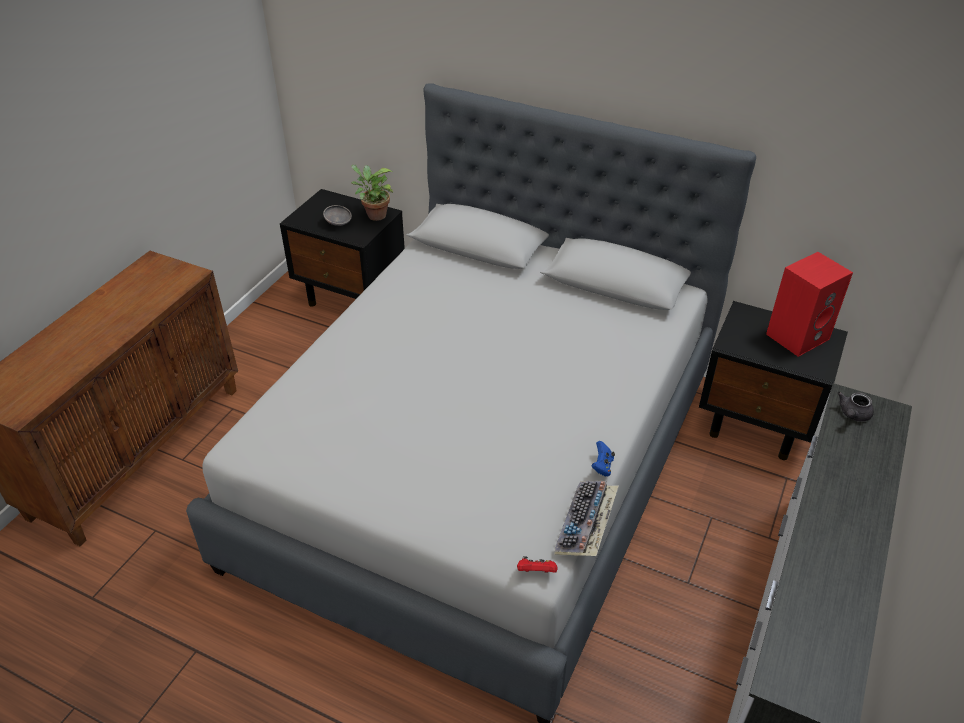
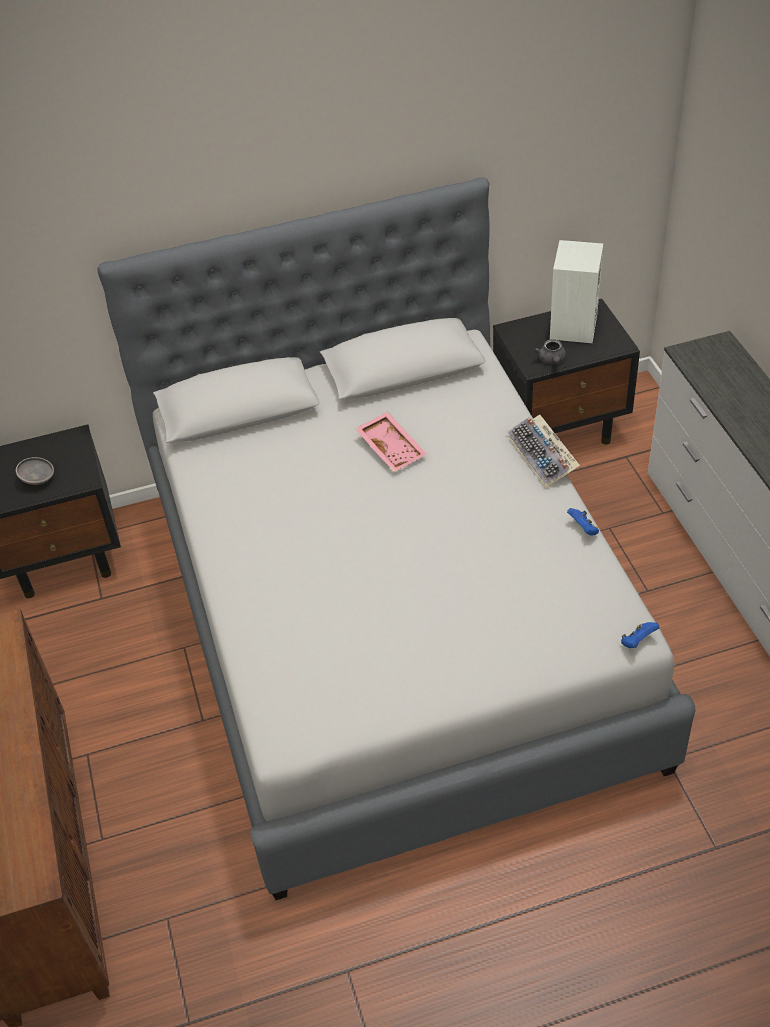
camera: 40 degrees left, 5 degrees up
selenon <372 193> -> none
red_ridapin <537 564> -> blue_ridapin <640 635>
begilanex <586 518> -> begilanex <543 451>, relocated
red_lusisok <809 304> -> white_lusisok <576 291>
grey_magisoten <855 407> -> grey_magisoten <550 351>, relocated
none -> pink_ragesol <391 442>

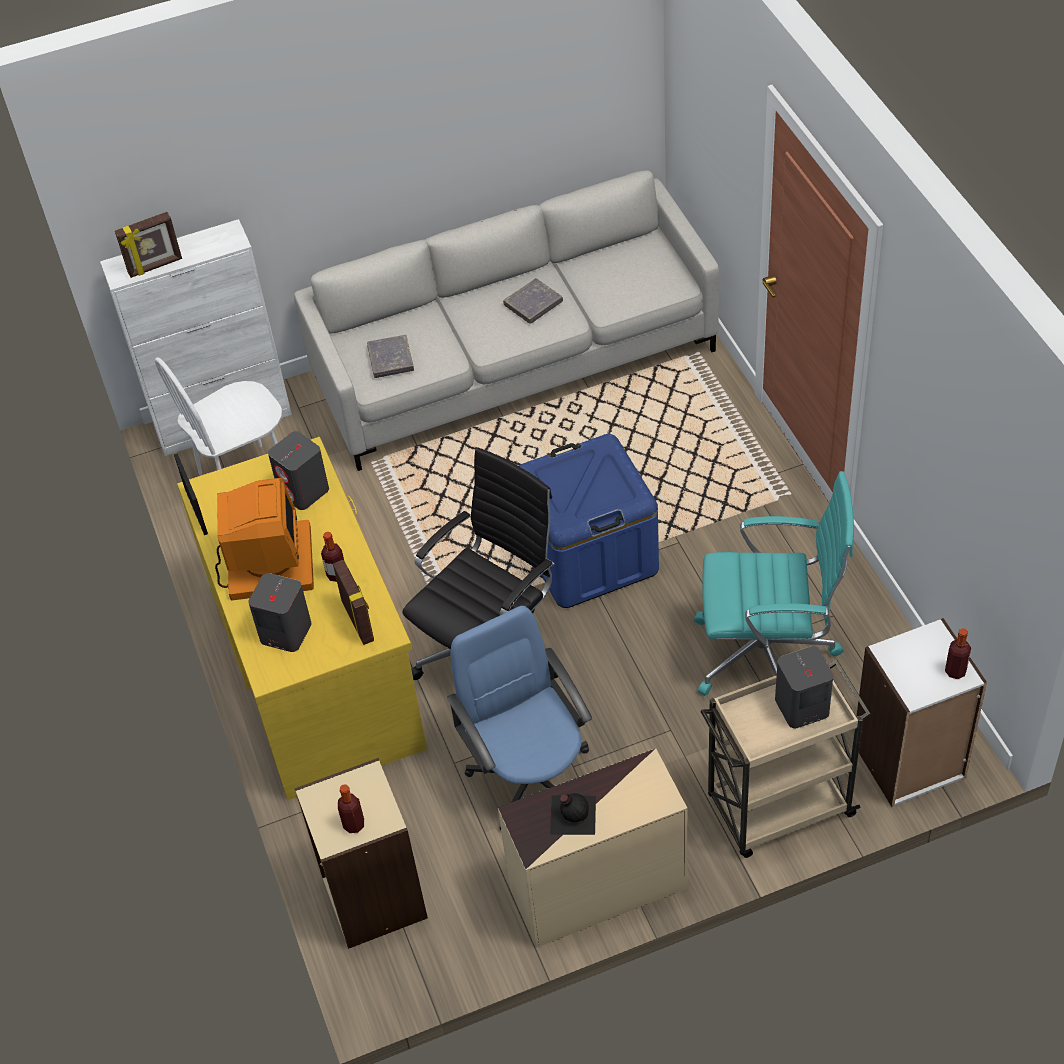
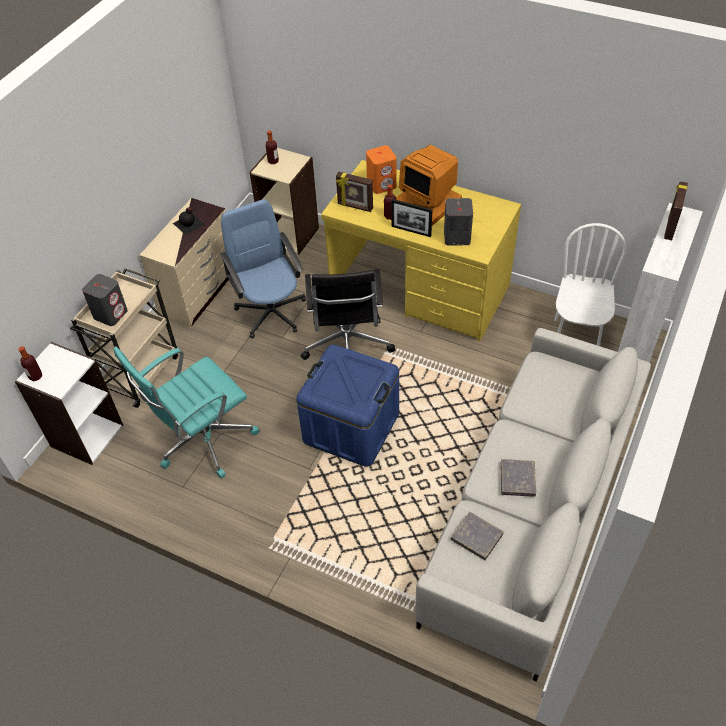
camera: 135 degrees right, 0 degrees up
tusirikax <191 494> -> tusirikax <412 218>, relocated
grey_lusisok <279 612> -> orange_lusisok <381 169>
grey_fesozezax <390 356> -> grey_fesozezax <477 536>, relocated
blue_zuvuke <519 718> -> blue_zuvuke <263 268>, 135 degrees counterclockwise

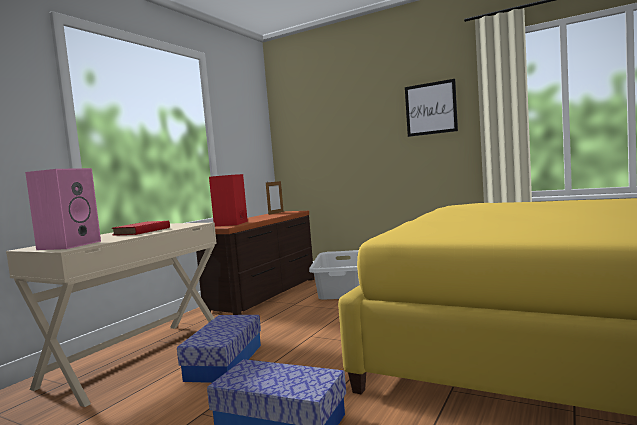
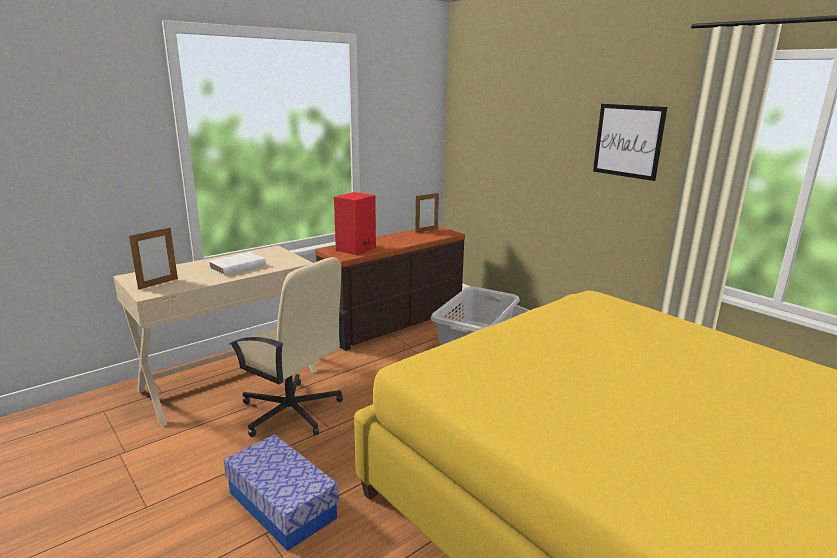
camera: 20 degrees right, 15 degrees up
pink_lusisok <63 209> -> tusirikax <153 258>
red_fesozezax <141 228> -> white_fesozezax <237 263>
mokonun <219 349> -> beige_zuvuke <288 347>

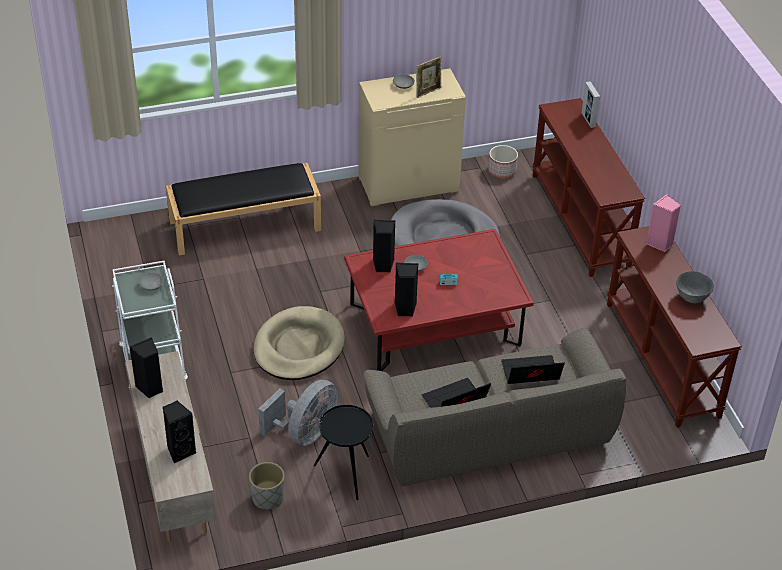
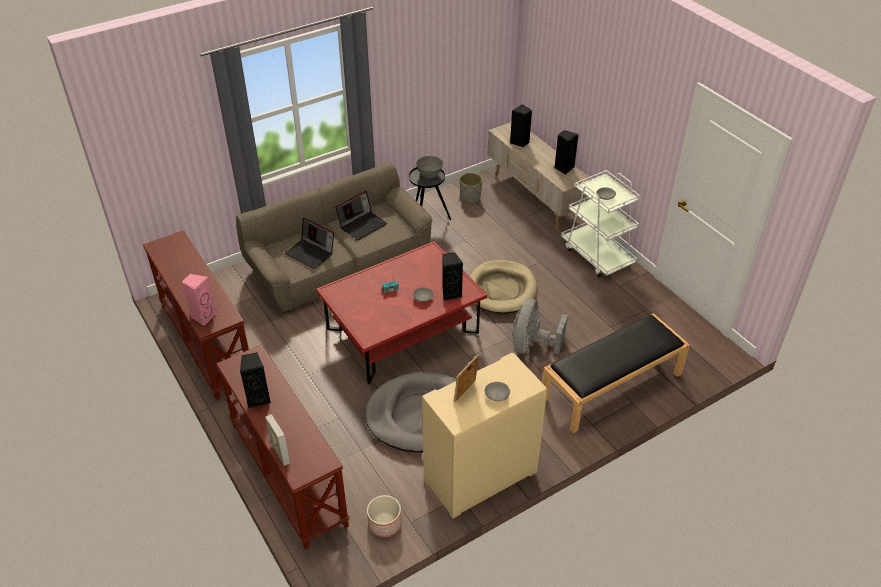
camera: 165 degrees right, 0 degrees up
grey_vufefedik <298 413> -> grey_vufefedik <540 326>, relocated
black_lusisok <406 289> -> black_lusisok <255 380>, relocated
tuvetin <533 369> -> tuvetin <309 243>, 60 degrees clockwise
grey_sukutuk <695 287> -> grey_sukutuk <429 167>, relocated

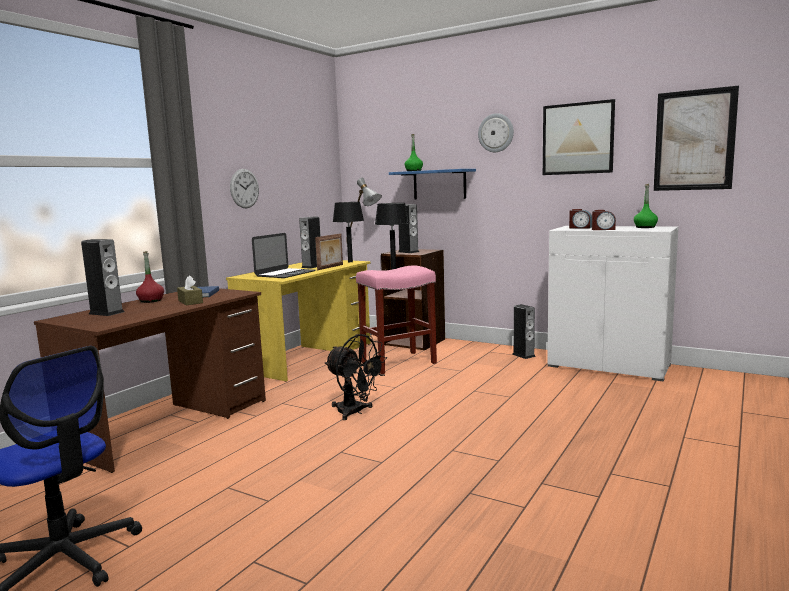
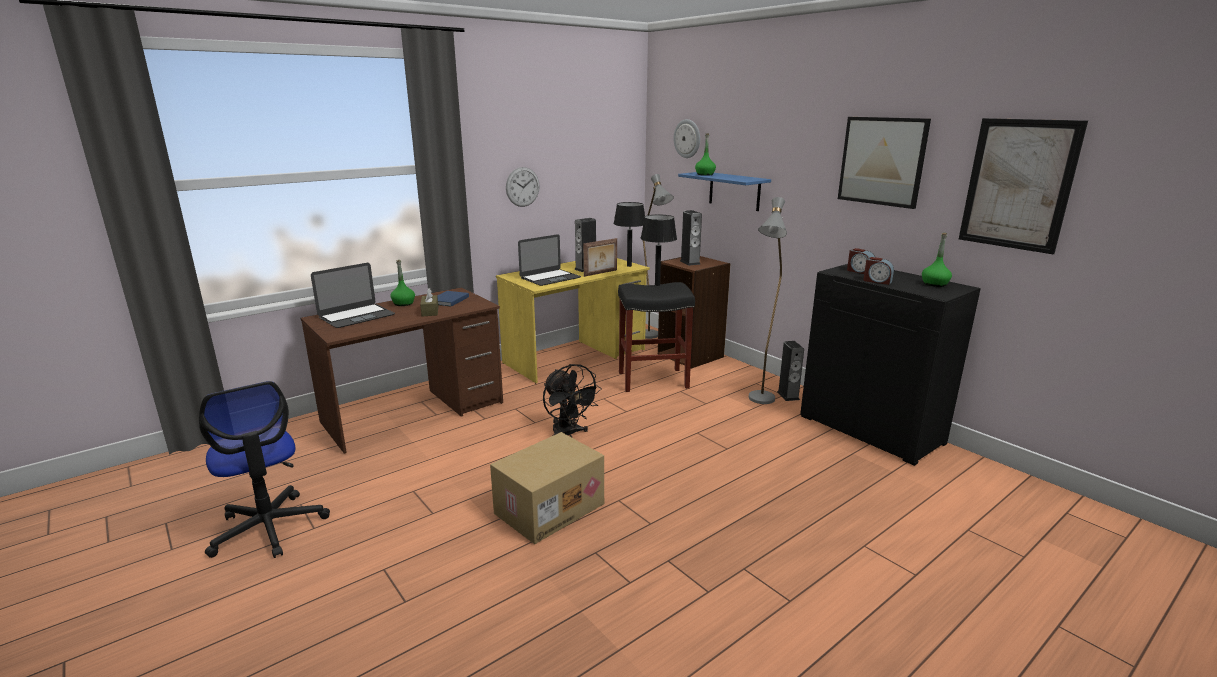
camera: 20 degrees right, 10 degrees up
lusisok <103 277> -> tuvetin <353 295>
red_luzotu <150 277> -> green_luzotu <402 283>
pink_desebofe <396 320> -> black_desebofe <656 337>
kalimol <496 132> -> kalimol <687 138>, relocated
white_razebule <612 304> -> black_razebule <890 365>
none -> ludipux <547 488>
none -> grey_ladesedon <768 300>

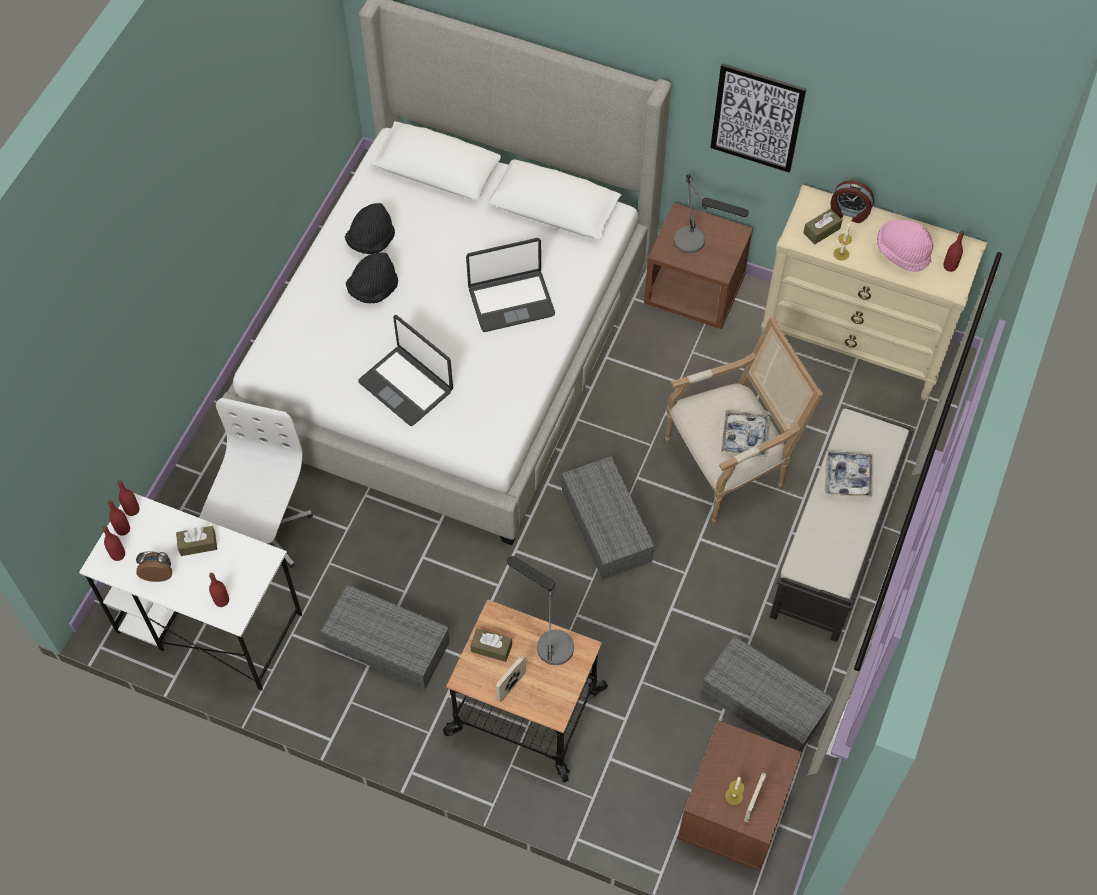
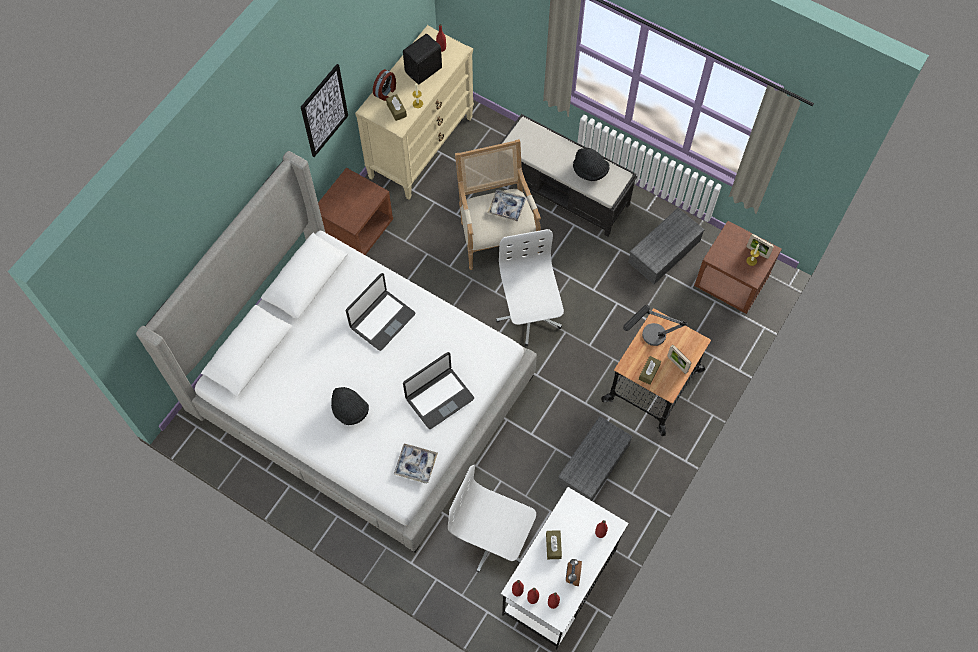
camera: 80 degrees left, 5 degrees up
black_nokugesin <370 228> -> black_nokugesin <591 164>, relocated
tuvetin <510 285> -> tuvetin <380 312>, 45 degrees clockwise
grey_mokonun <608 518> -> white_zuvuke <530 287>
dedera <711 213> -> none
ragesol <848 474> -> ragesol <416 463>, relocated
pink_nokugesin <905 246> -> black_lusisok <422 59>

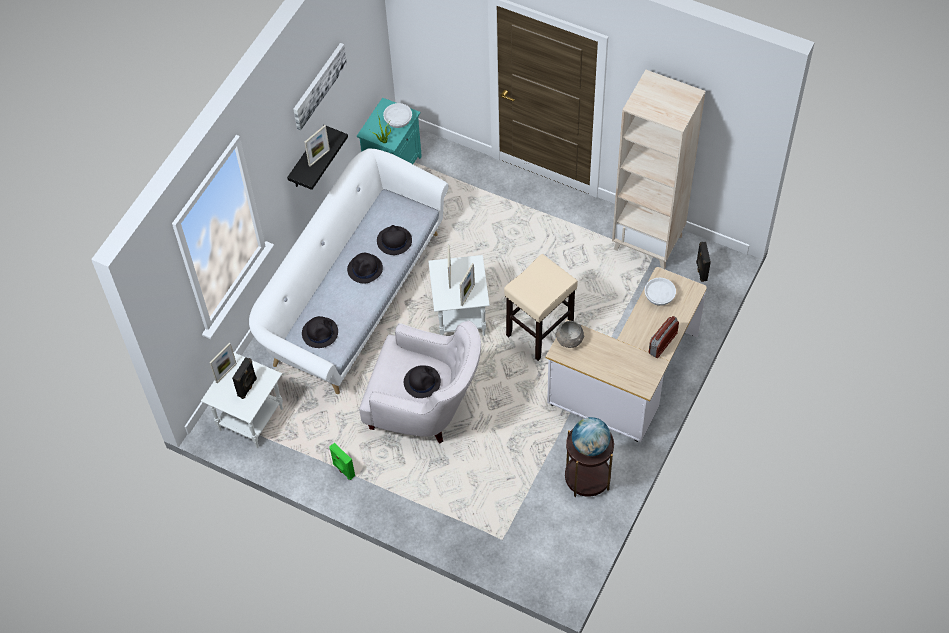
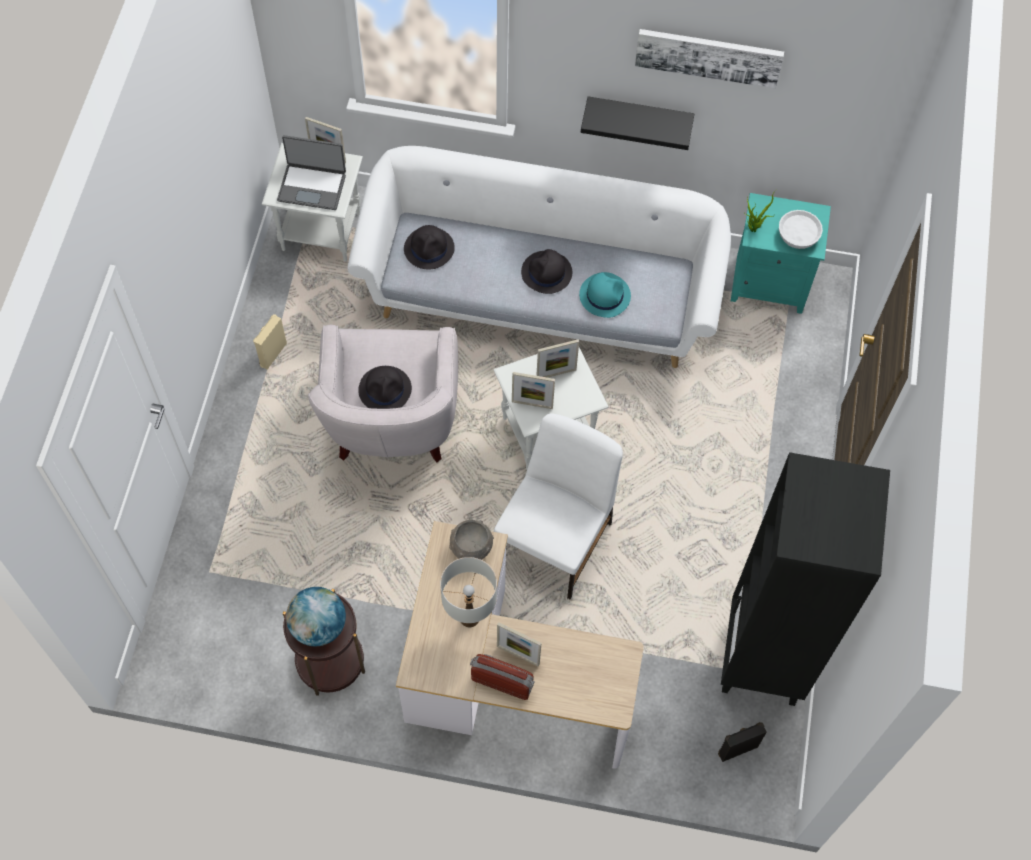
camera: 70 degrees right, 5 degrees up
black_lusisok <244 378> -> tuvetin <311 172>
tusirikax <317 146> -> tusirikax <519 644>, relocated
green_lusisok <342 461> -> beige_lusisok <270 342>
black_nokugesin <394 240> -> turquoise_nokugesin <605 295>
beige_desebofe <541 307> -> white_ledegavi <558 506>
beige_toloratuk <658 169> -> black_toloratuk <805 579>
white_sukutuk <660 292> -> none
none -> white_dedera <468 592>

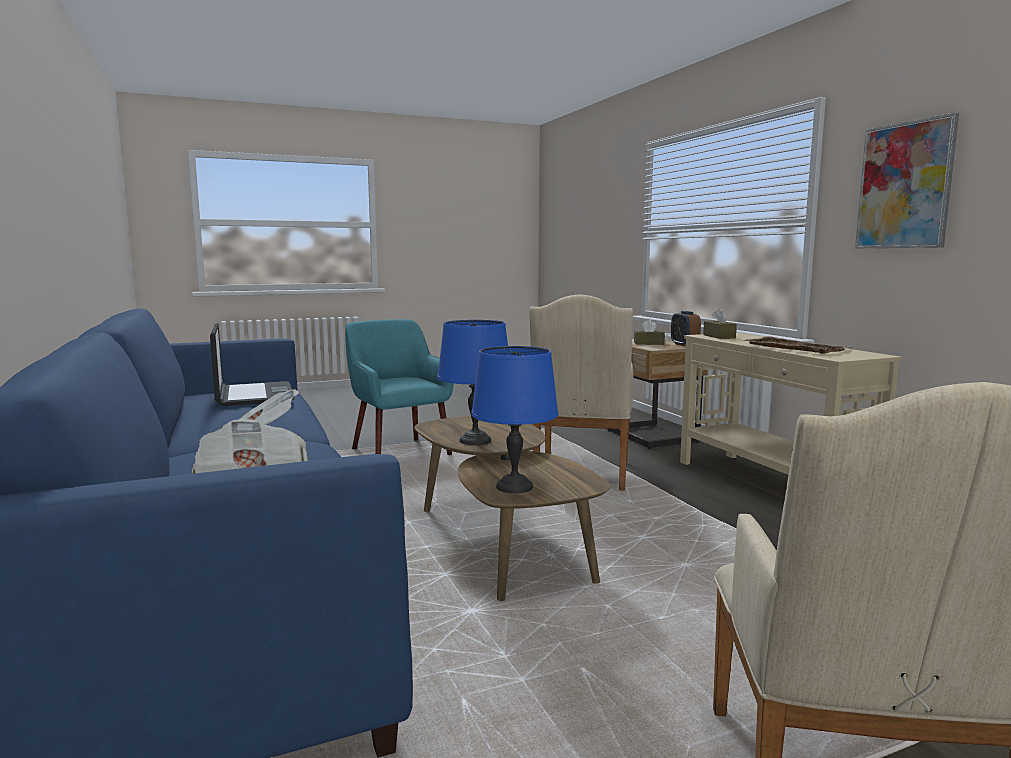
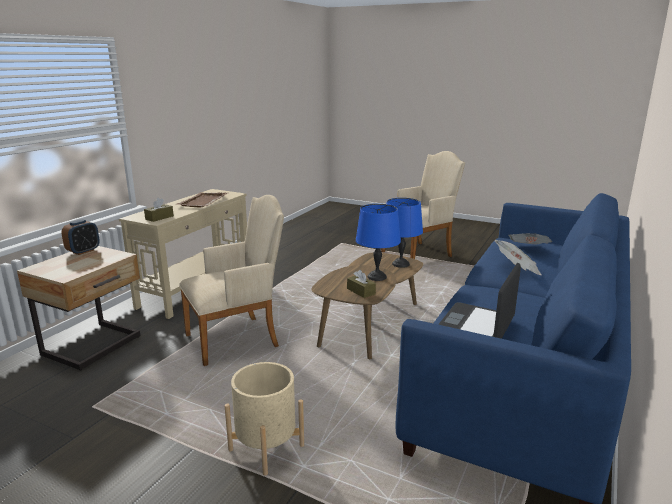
camera: 130 degrees left, 10 degrees up
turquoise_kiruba <399 387> -> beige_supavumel <264 419>
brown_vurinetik <649 332> -> brown_vurinetik <361 284>, relocated
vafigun <907 180> -> none

